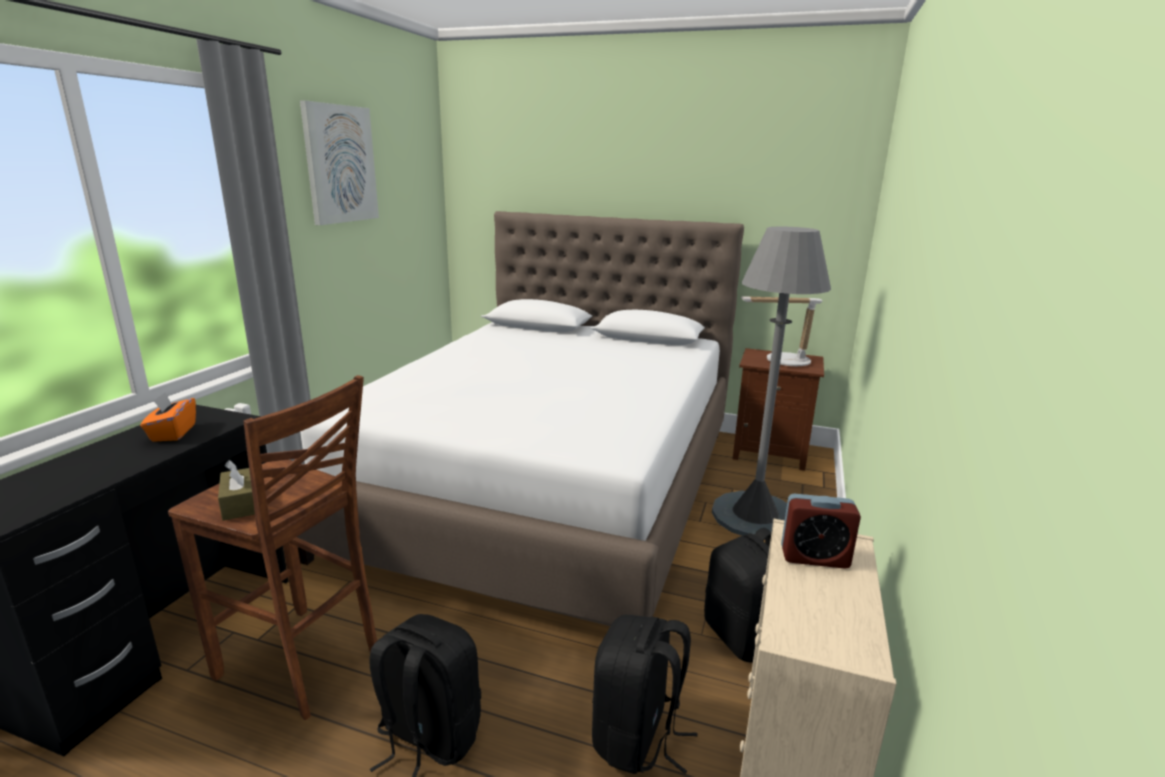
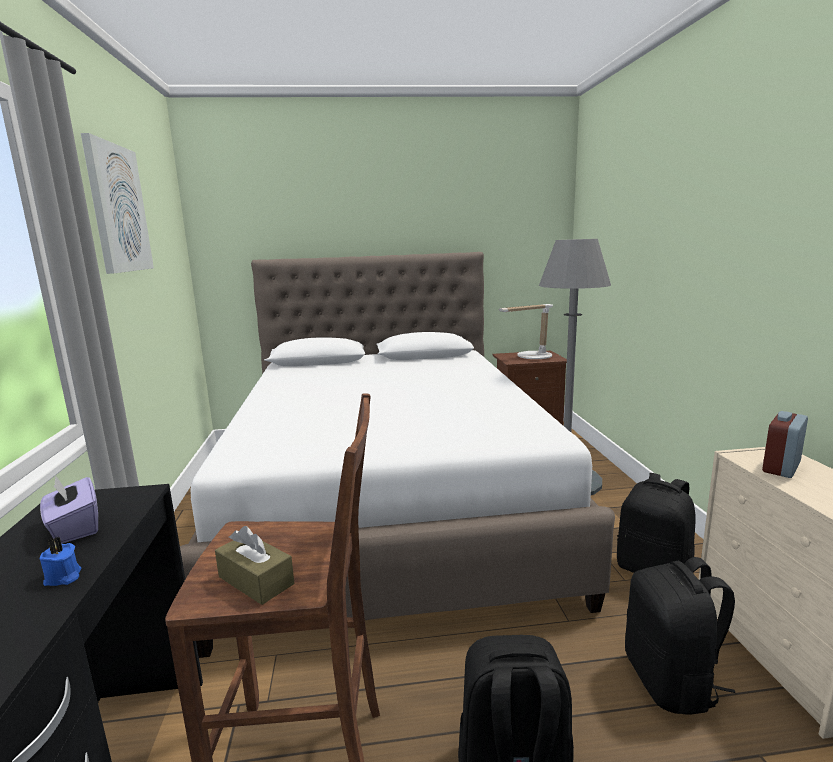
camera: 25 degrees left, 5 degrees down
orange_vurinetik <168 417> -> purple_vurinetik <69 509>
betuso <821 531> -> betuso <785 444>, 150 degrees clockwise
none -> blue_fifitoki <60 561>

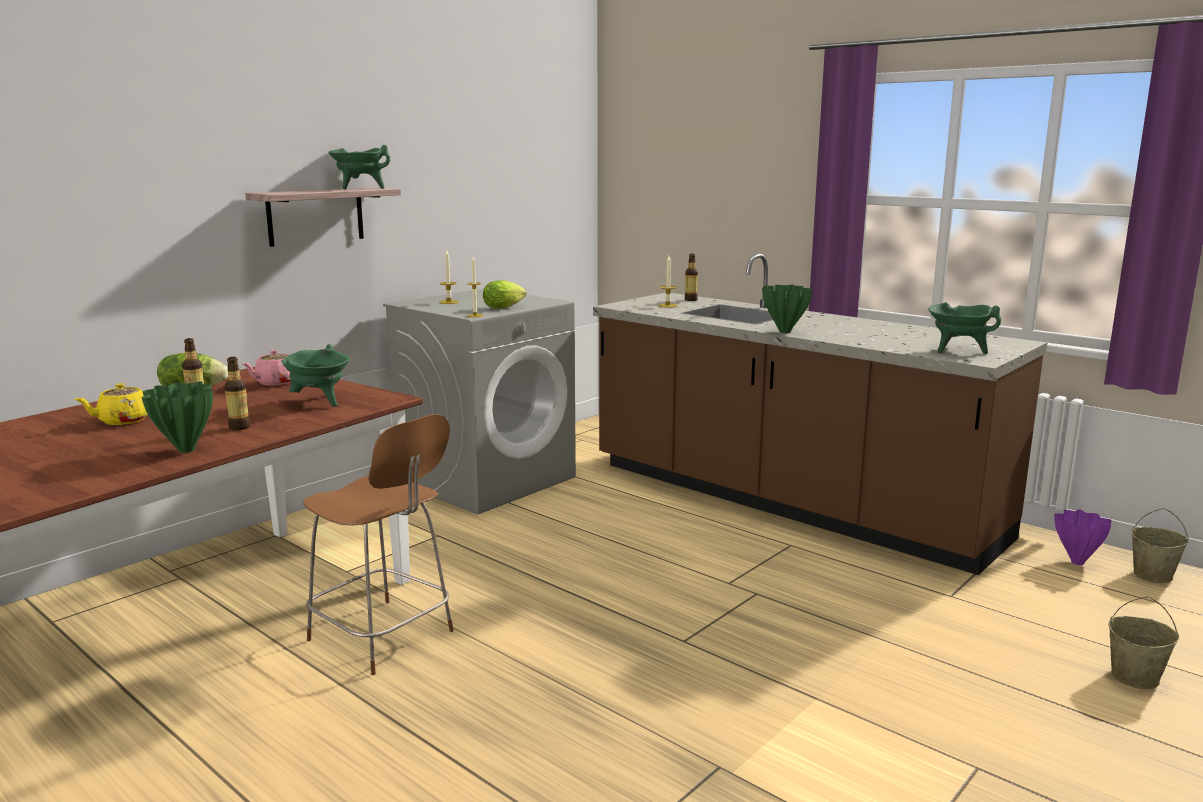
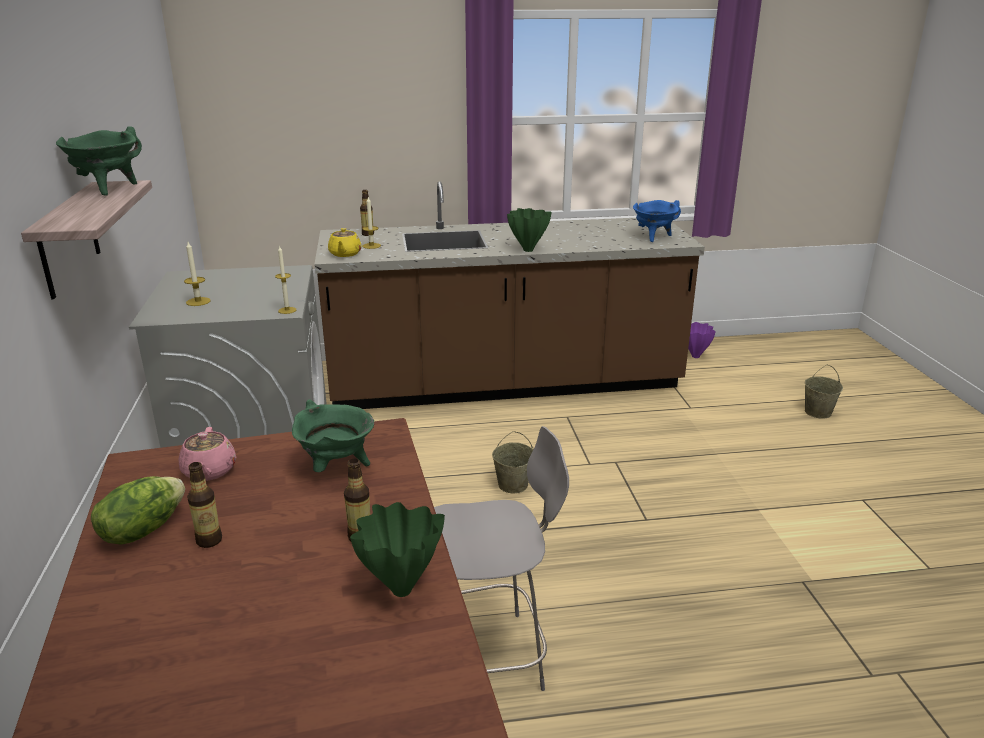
camera: 50 degrees left, 10 degrees up
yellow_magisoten <111 404> -> yellow_magisoten <345 242>, relocated
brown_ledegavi <378 544> -> grey_ledegavi <501 558>
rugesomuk <504 294> -> none
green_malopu <964 328> -> blue_malopu <657 221>
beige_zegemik <1160 545> -> beige_zegemik <513 462>, relocated

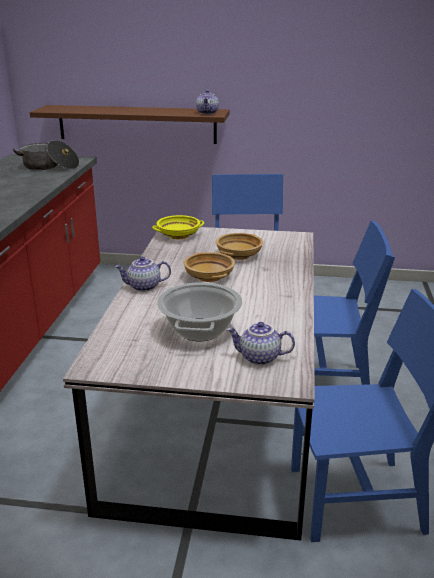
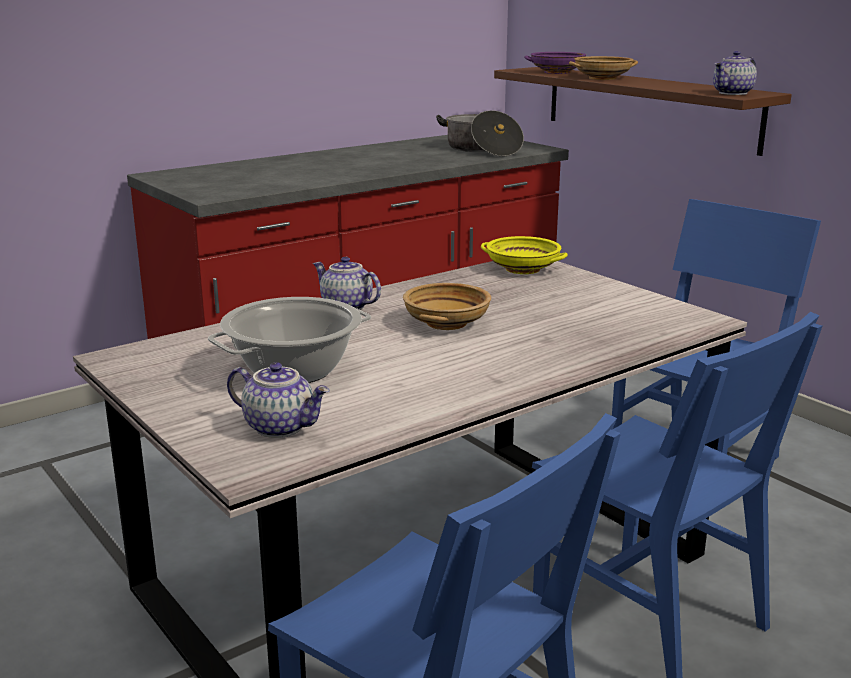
camera: 45 degrees right, 5 degrees down
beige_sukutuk <239 246> -> beige_sukutuk <603 68>, relocated
magisoten <260 343> -> magisoten <278 400>, 150 degrees clockwise
none -> purple_sukutuk <555 63>

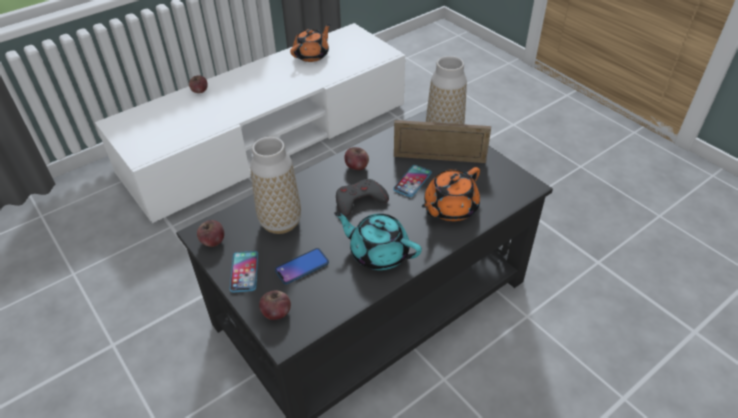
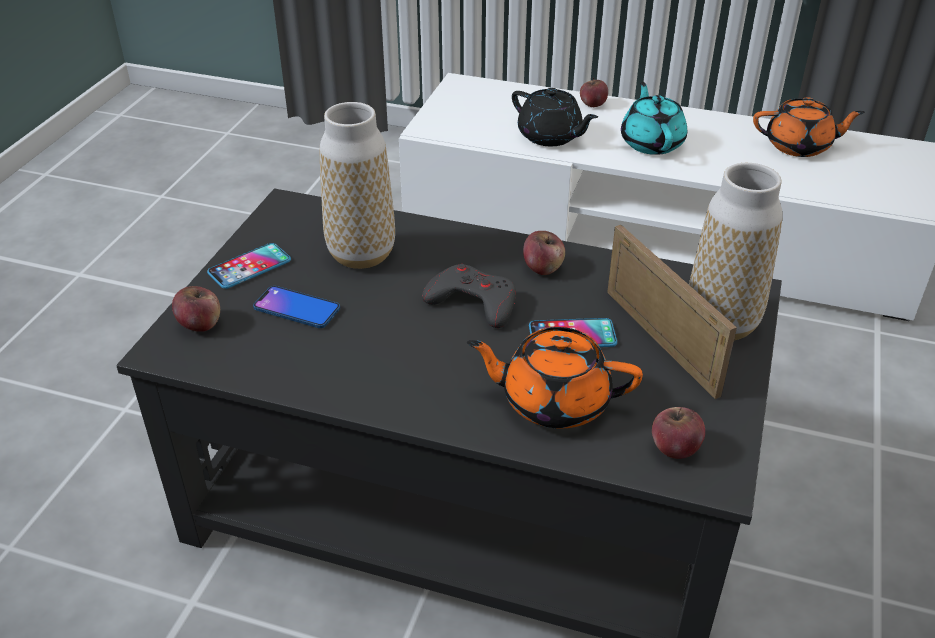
camera: 55 degrees right, 5 degrees down
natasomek <210 233> -> natasomek <678 433>, relocated
turquoise_magisoten <378 241> -> turquoise_magisoten <654 118>, relocated
none -> black_magisoten <555 117>

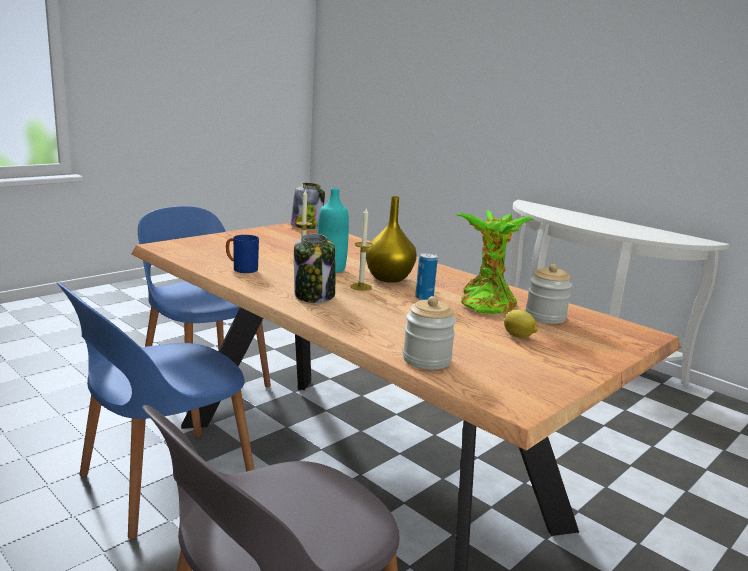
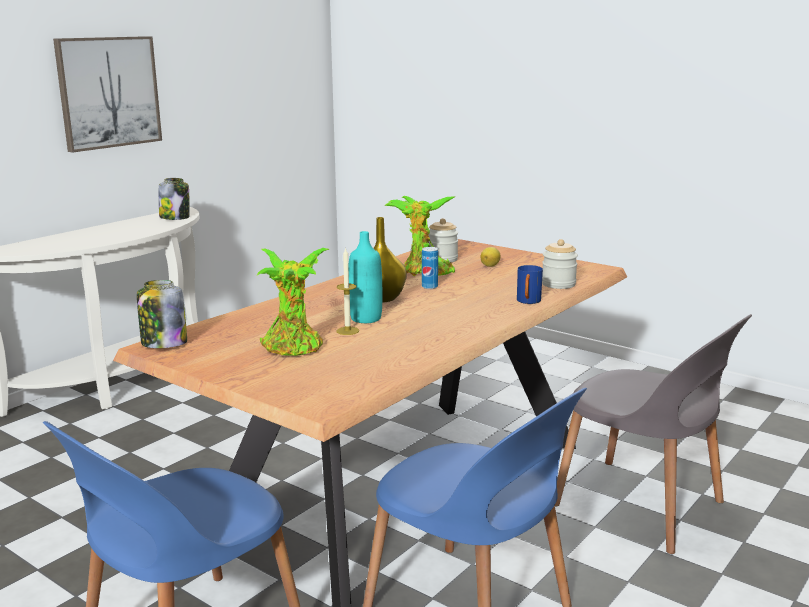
camera: 95 degrees left, 0 degrees up
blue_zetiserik <242 254> -> blue_zetiserik <530 284>, relocated
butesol <314 268> -> butesol <174 199>, relocated
fifitoki <362 249> -> none
none -> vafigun <107 94>
none -> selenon <293 302>

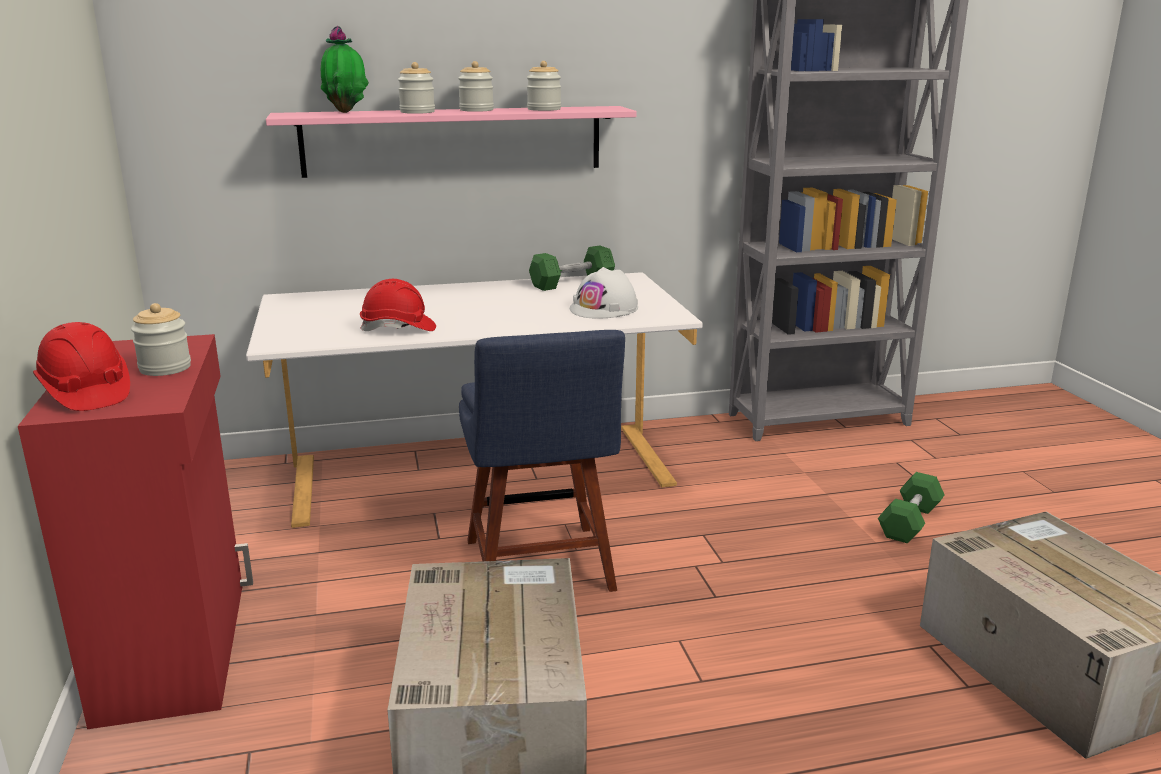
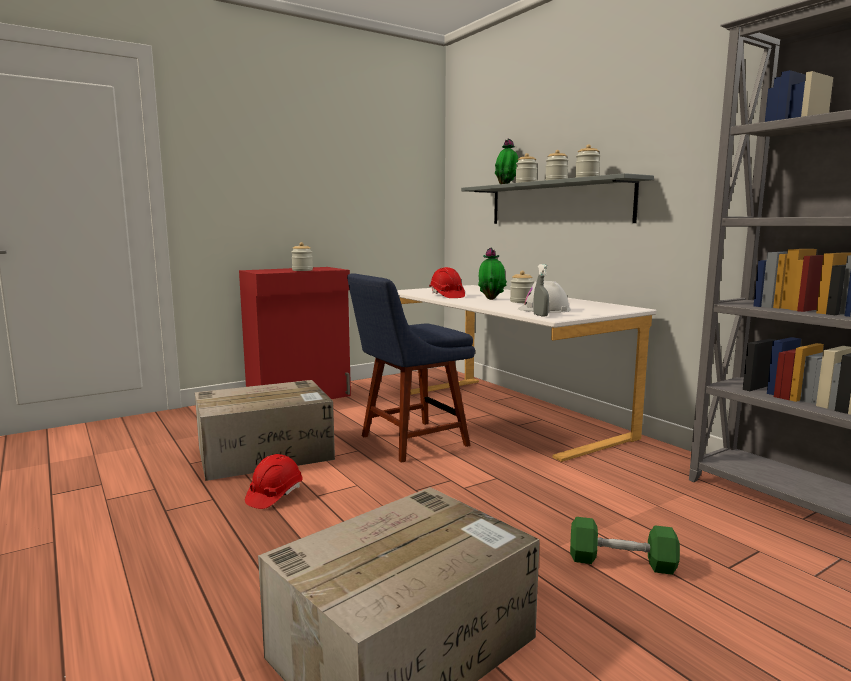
camera: 70 degrees right, 10 degrees down
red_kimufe <81 366> -> red_kimufe <274 481>, relocated
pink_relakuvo <451 142> -> grey_relakuvo <557 198>
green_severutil <572 268> -> none
none -> selenon <492 274>
none -> butesol <522 287>
none -> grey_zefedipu <541 290>

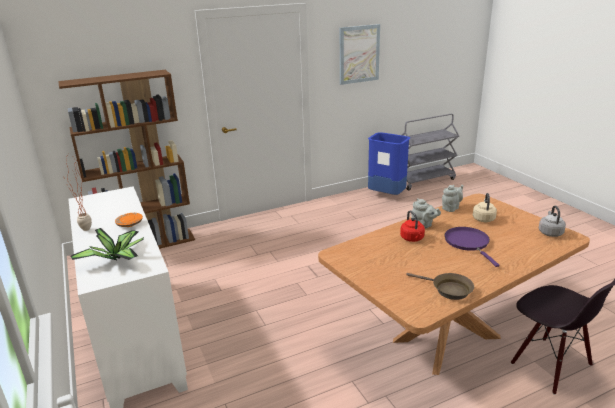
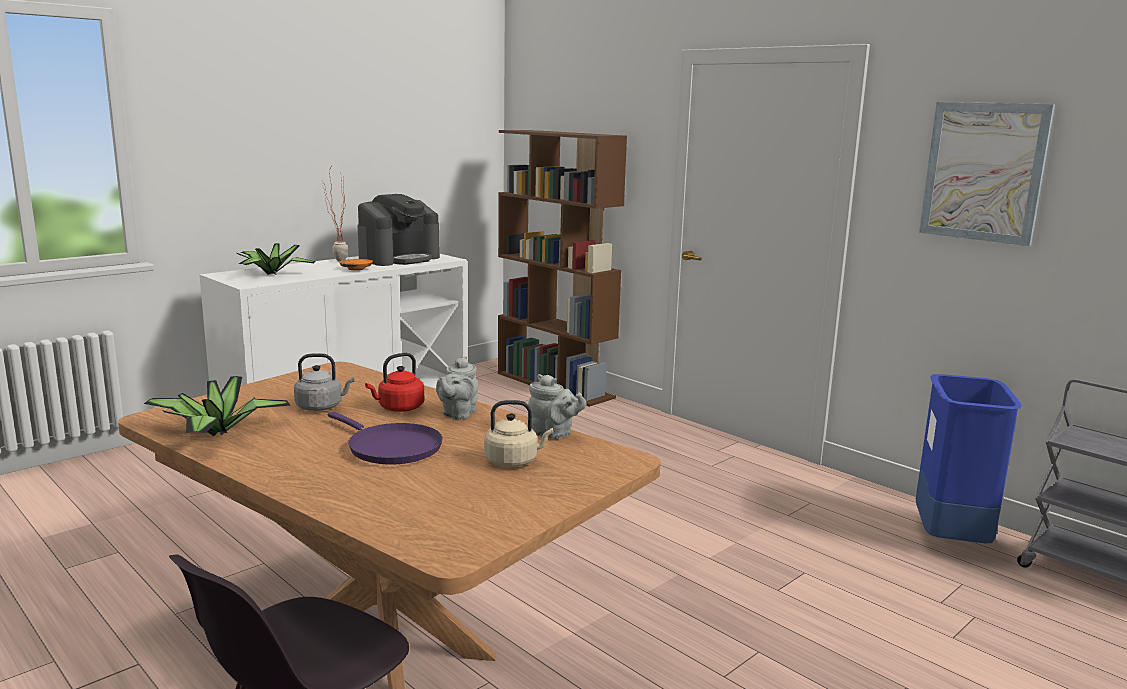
camera: 70 degrees right, 10 degrees down
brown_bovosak <440 286> -> selenon <217 406>
purple_bovosak <472 247> -> purple_bovosak <385 438>, 75 degrees clockwise
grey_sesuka <552 221> -> grey_sesuka <324 382>, relocated
none -> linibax <398 230>

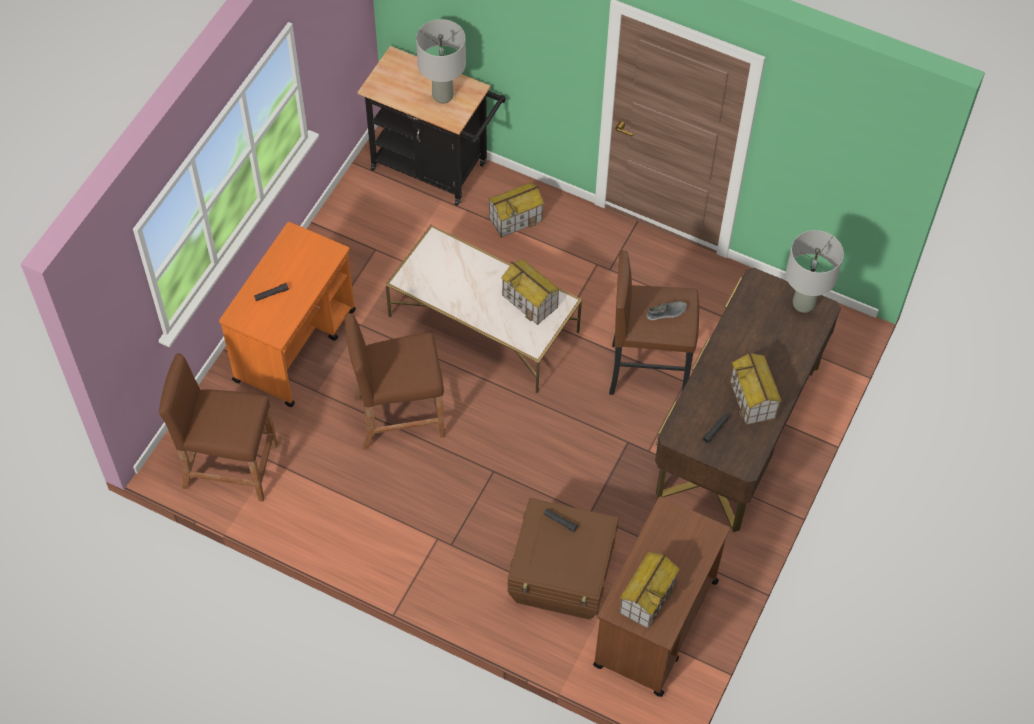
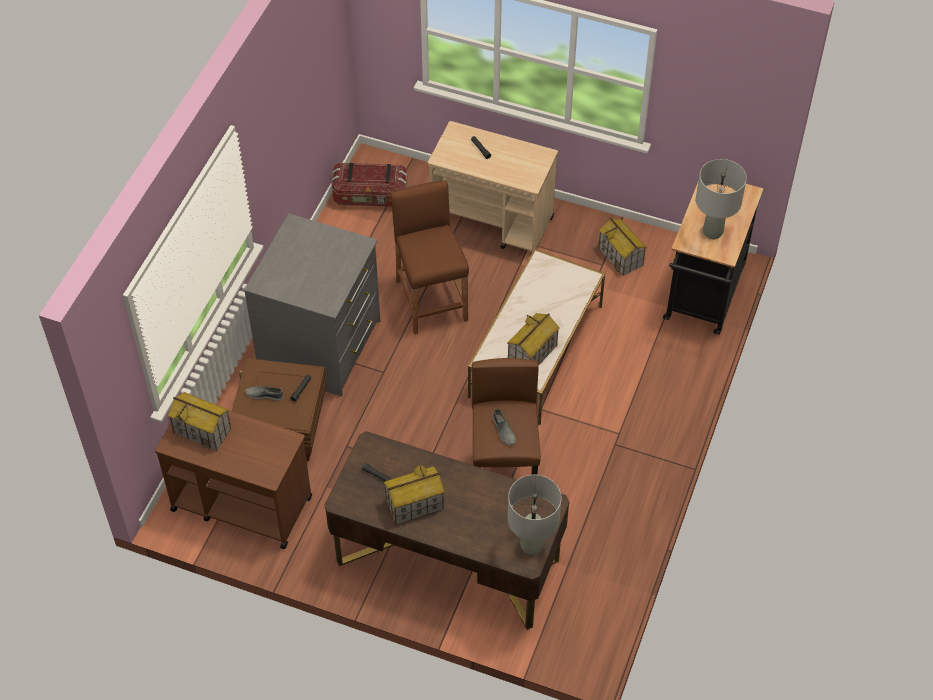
camera: 85 degrees right, 5 degrees down
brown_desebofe <218 427> -> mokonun <369 185>
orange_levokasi <287 314> -> beige_levokasi <493 188>
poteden <516 210> -> poteden <622 247>, relocated
none -> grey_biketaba <312 304>
none -> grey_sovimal <264 393>

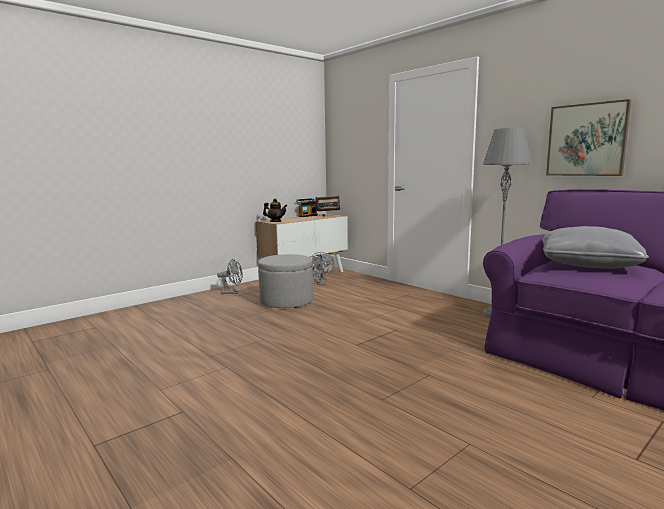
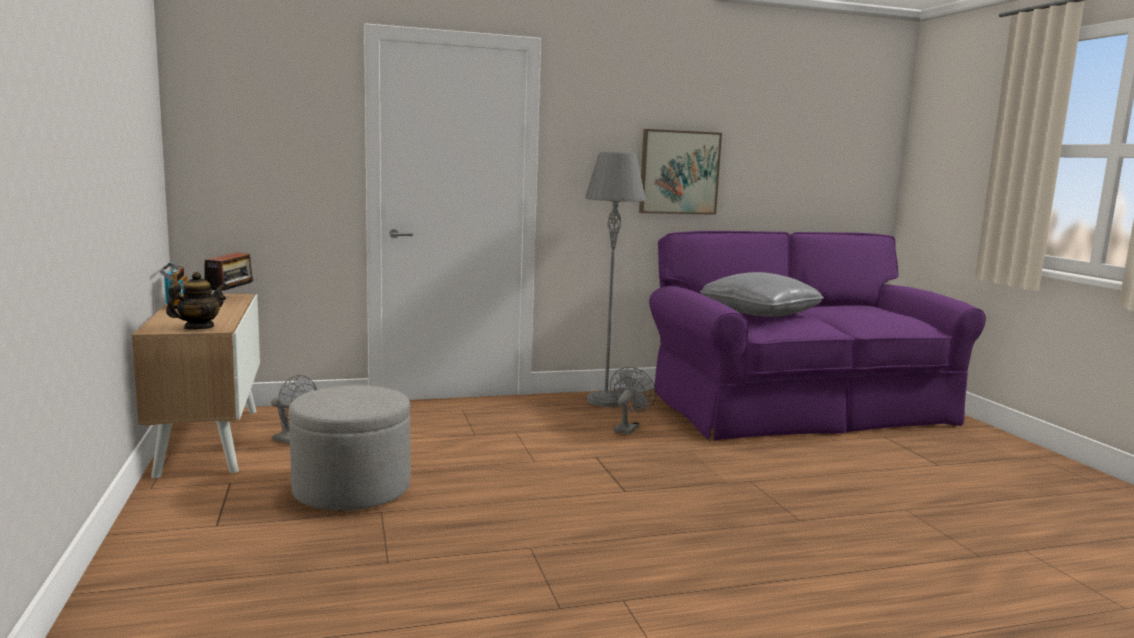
camera: 65 degrees left, 0 degrees up
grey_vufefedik <230 276> -> grey_vufefedik <633 401>, relocated

